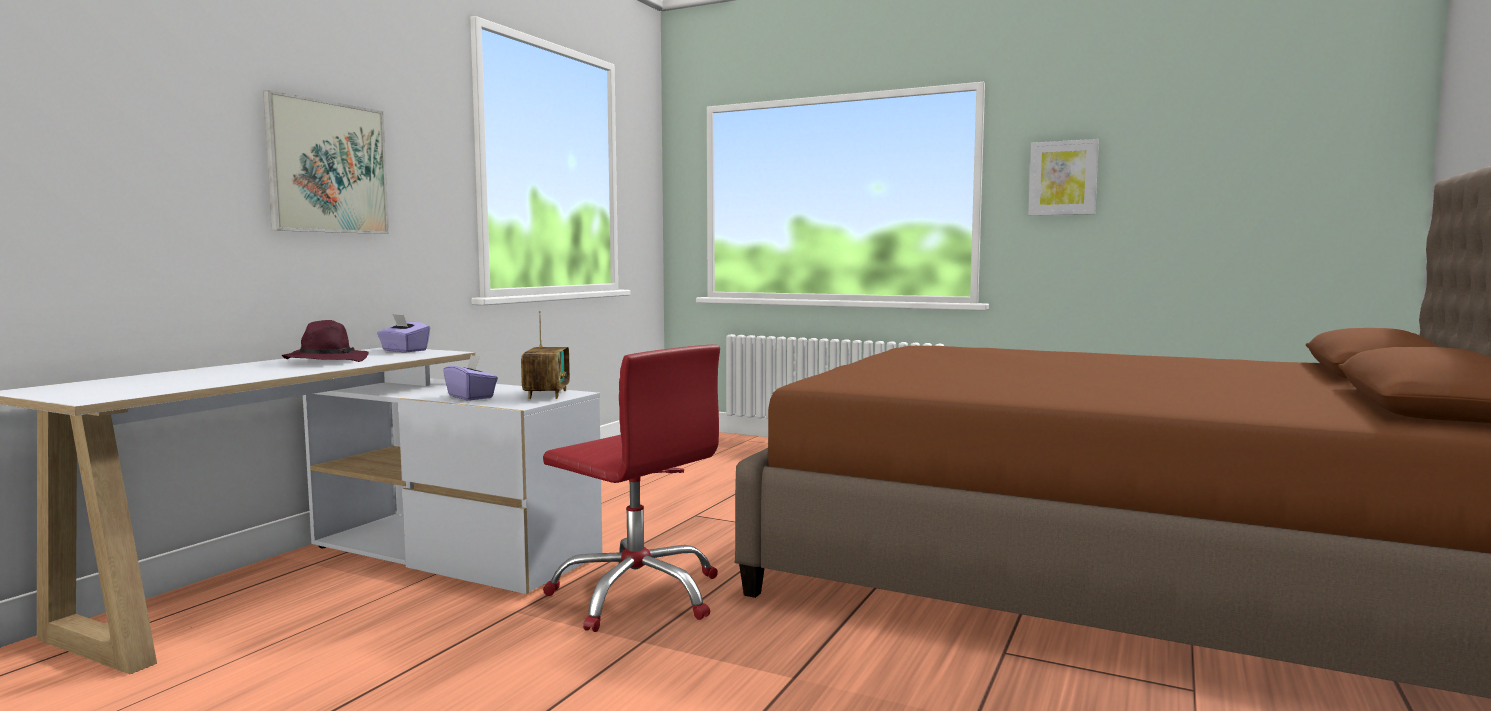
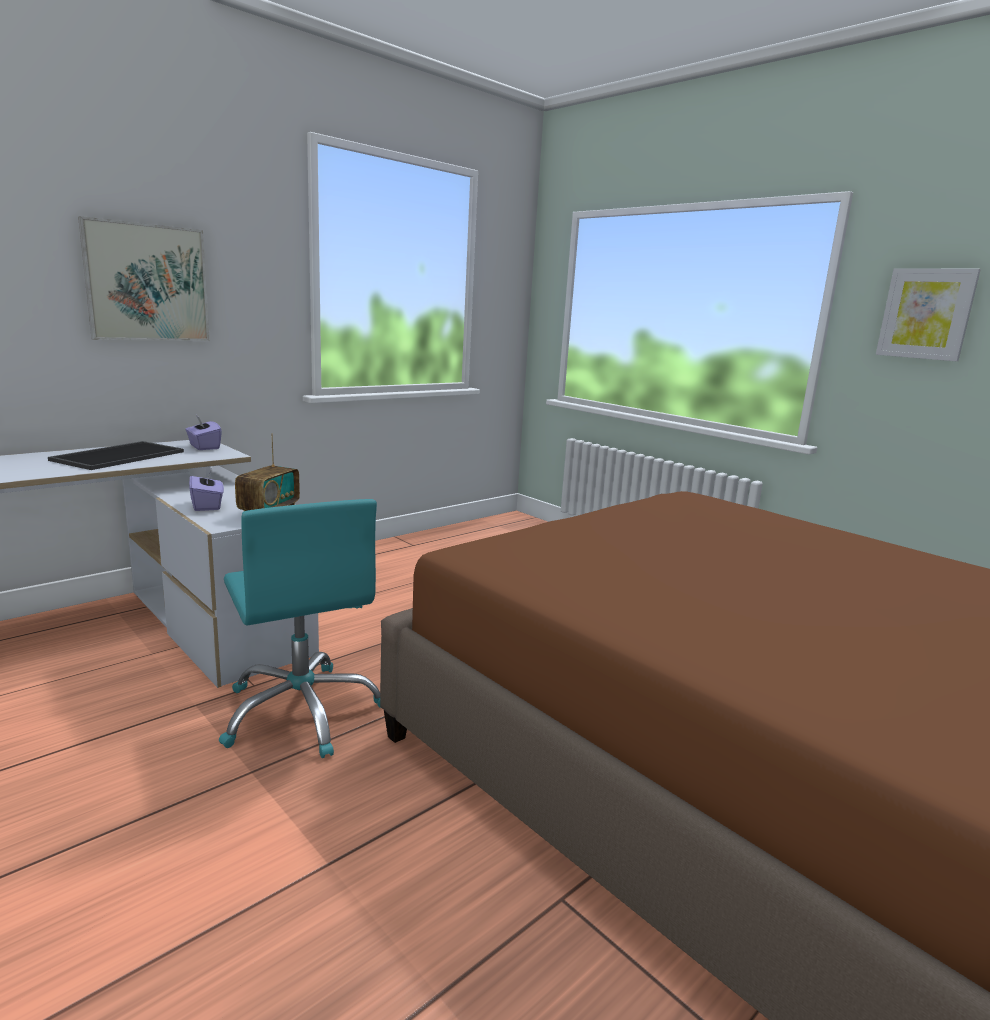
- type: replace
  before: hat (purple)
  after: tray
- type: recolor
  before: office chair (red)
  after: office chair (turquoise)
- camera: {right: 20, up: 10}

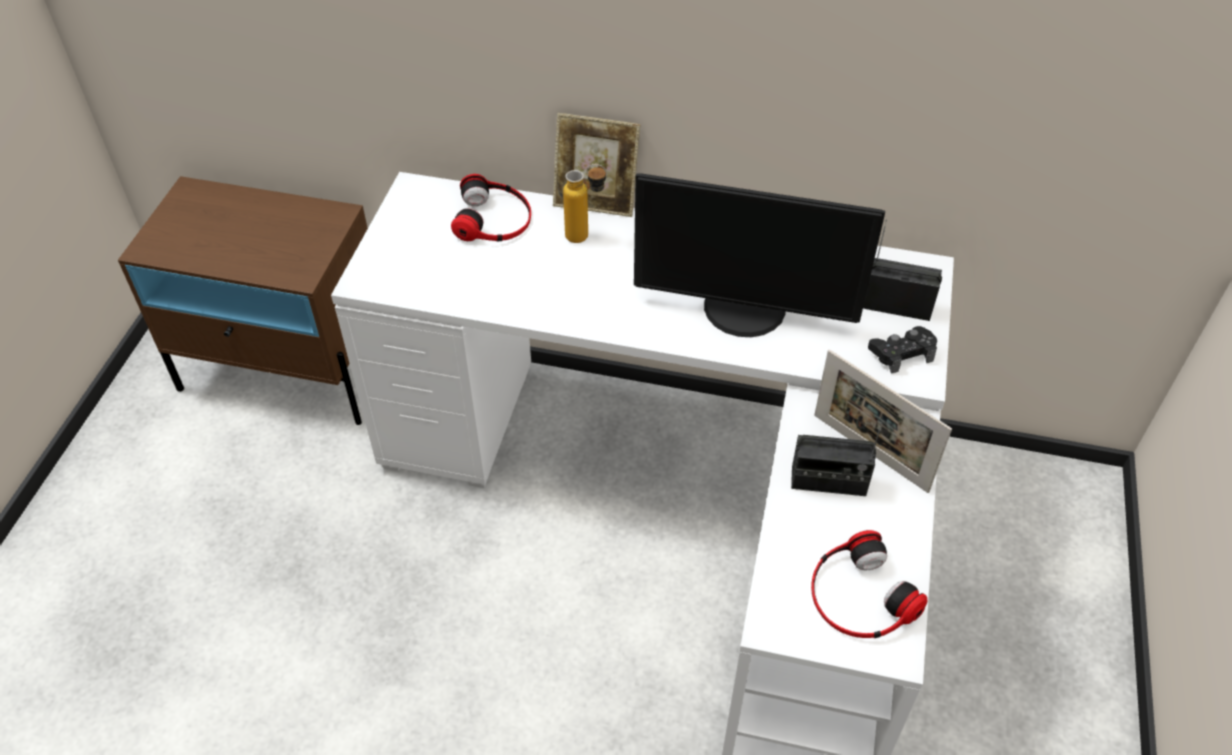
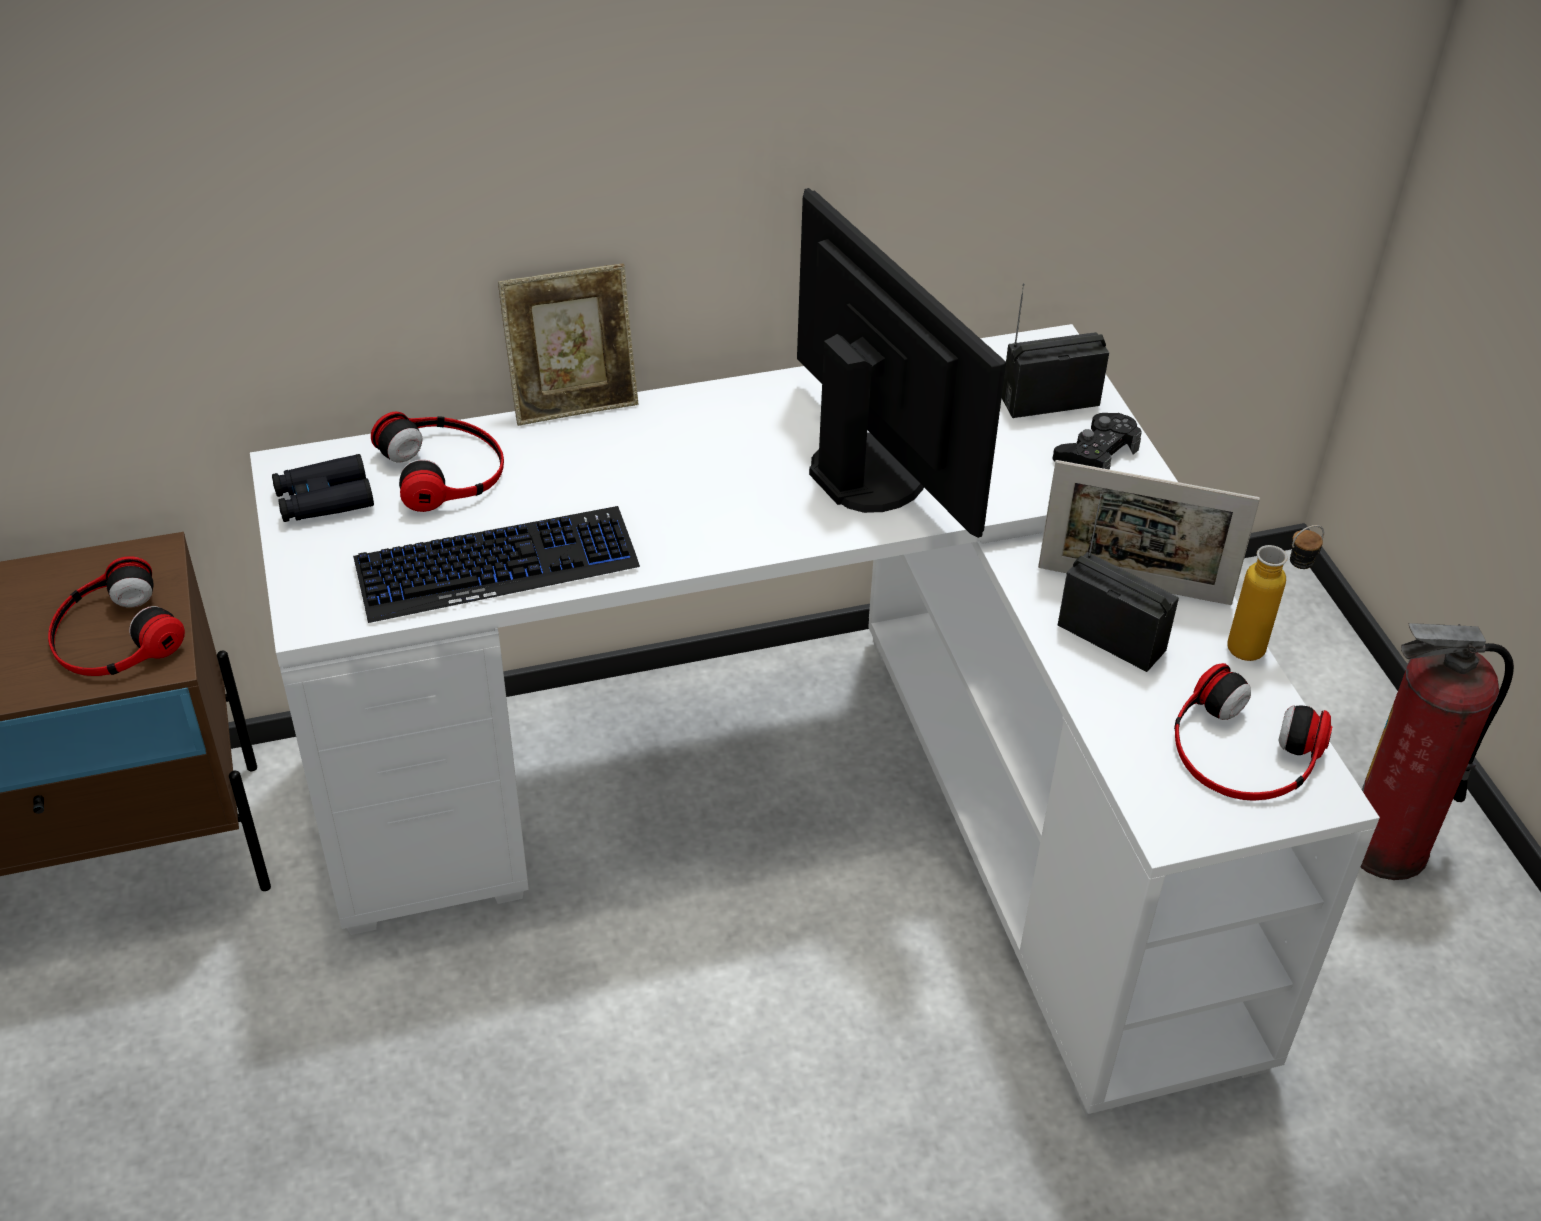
- type: insert
  after: headphones (1st from left)
- type: insert
  after: binoculars (black)
- type: insert
  after: keyboard
- type: insert
  after: fire extinguisher
- type: move
  before: bottle
- type: rotate
  before: monitor
  turn: -105
- type: rotate
  before: radio (1st from left in the first image)
  turn: -120
- camera: {right: -30, up: -5}

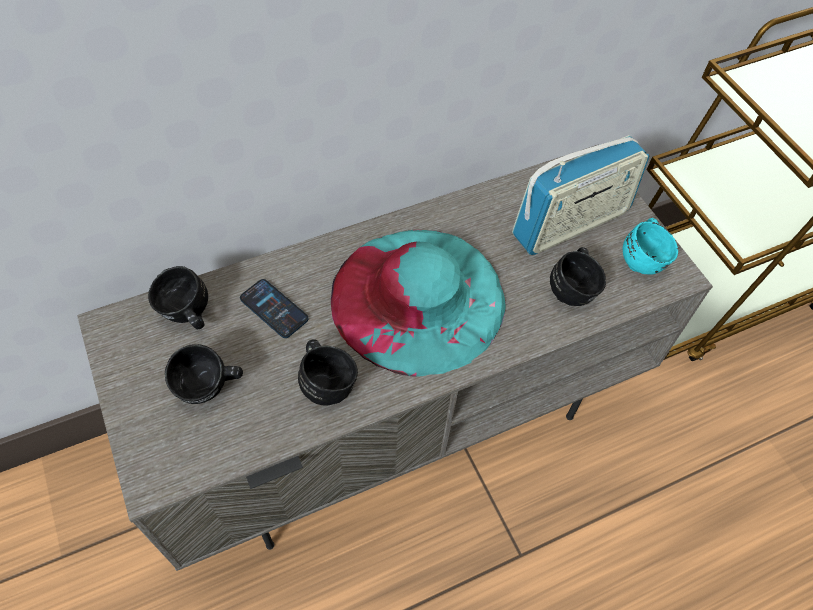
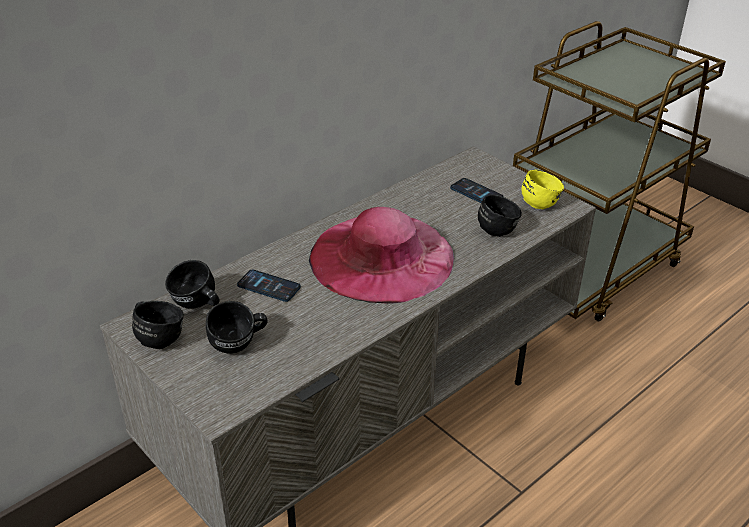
- type: move
  before: mug (black) (3rd from left in the first image)
  after: mug (black) (1st from left)
- type: replace
  before: radio
  after: phone (2nd from left)
- type: recolor
  before: hat (turquoise)
  after: hat (pink)
- type: recolor
  before: mug (turquoise)
  after: mug (yellow)
- camera: {right: -15, up: -20}

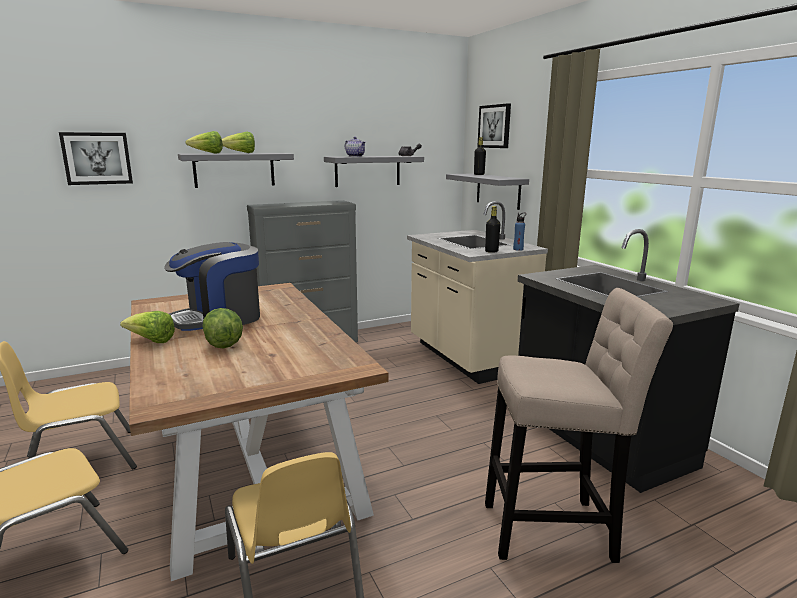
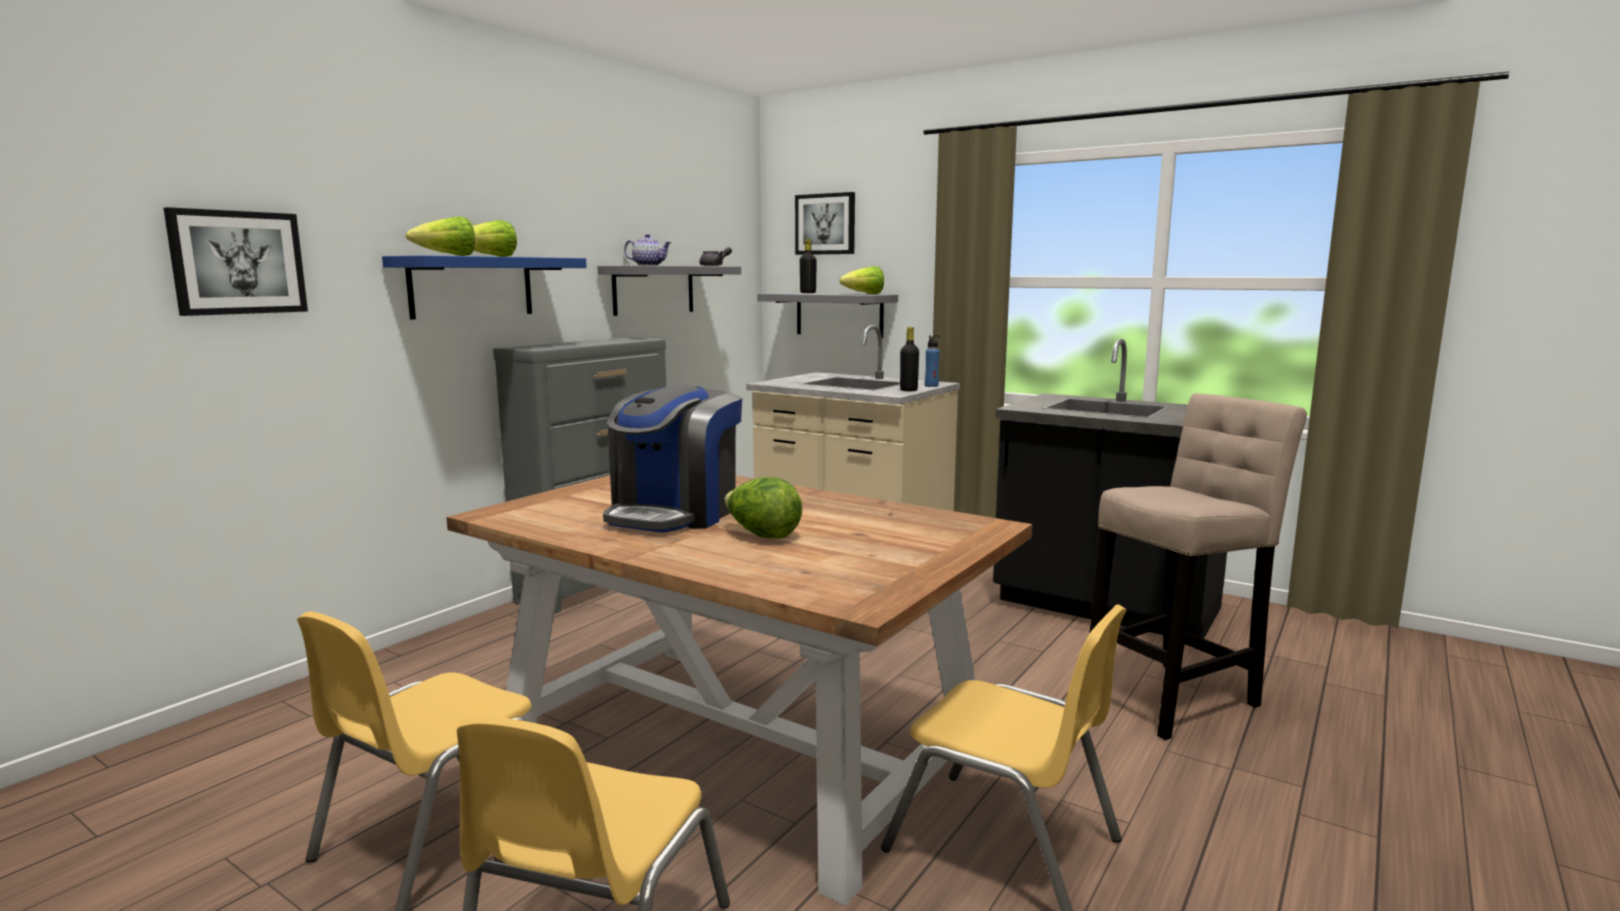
- type: move
  before: lettuce (1st from left in the first image)
  after: lettuce (4th from left)
- type: recolor
  before: shelf (grey) (1st from left)
  after: shelf (blue)
- camera: {right: -30, up: -5}

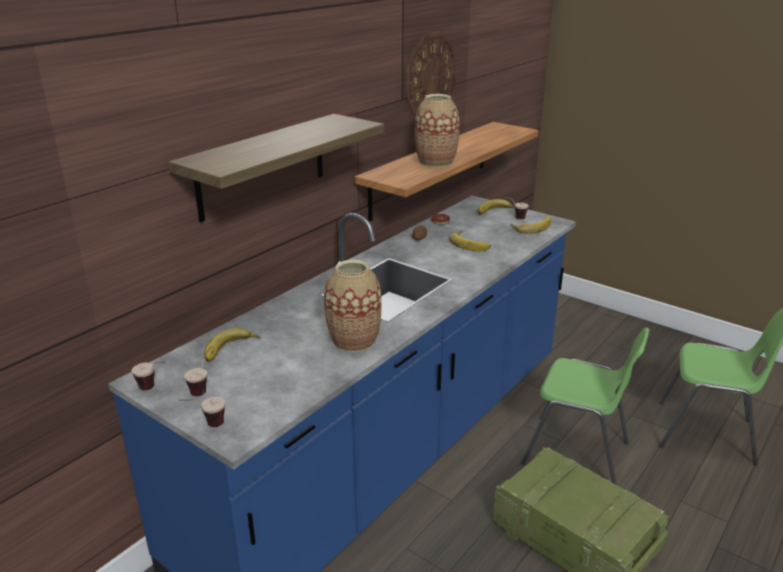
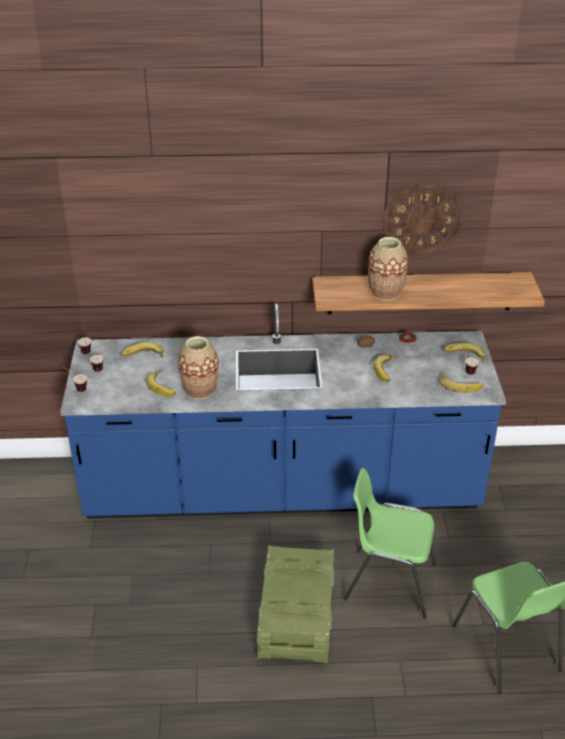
- type: delete
  before: shelf (1st from left)
- type: insert
  after: banana (2nd from left)
- type: rotate
  before: chair (green) (1st from left)
  turn: 120
- camera: {right: 50, up: 10}

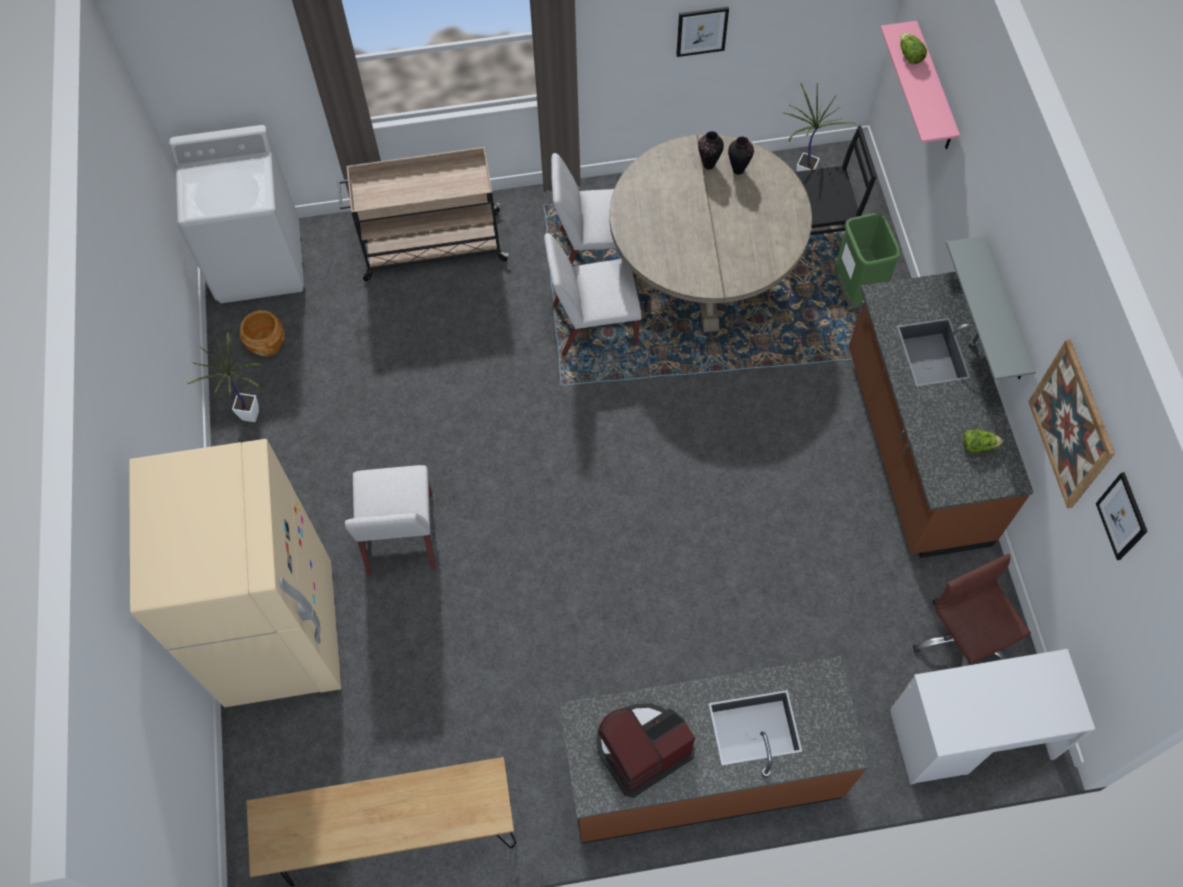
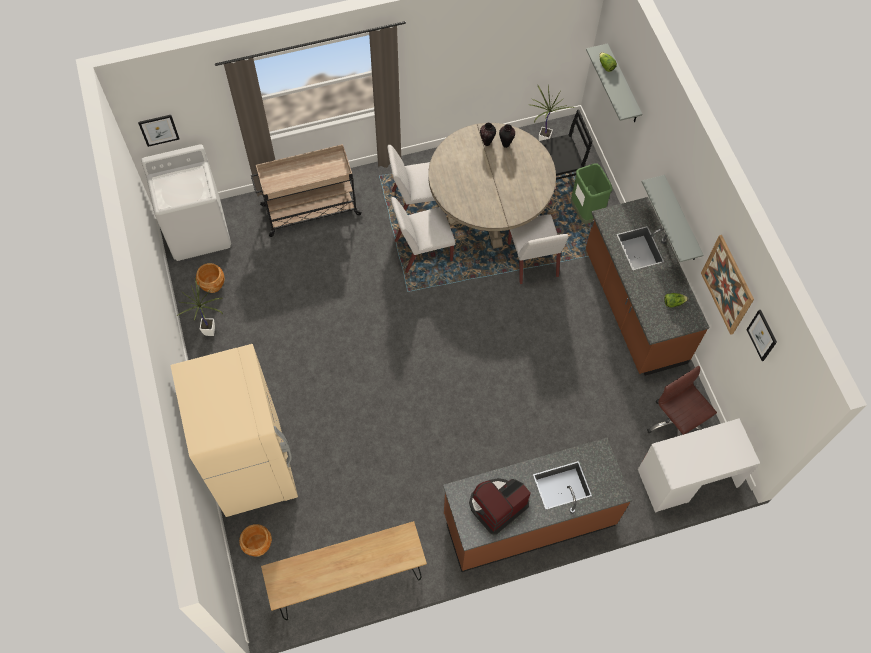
- type: insert
  after: planter (brown) (2nd from left)
- type: move
  before: chair (white) (1st from left in the first image)
  after: chair (white) (3rd from left)
- type: move
  before: picture (1st from left)
- type: recolor
  before: shelf (pink)
  after: shelf (grey) (1st from left)
- camera: {right: -10, up: 0}

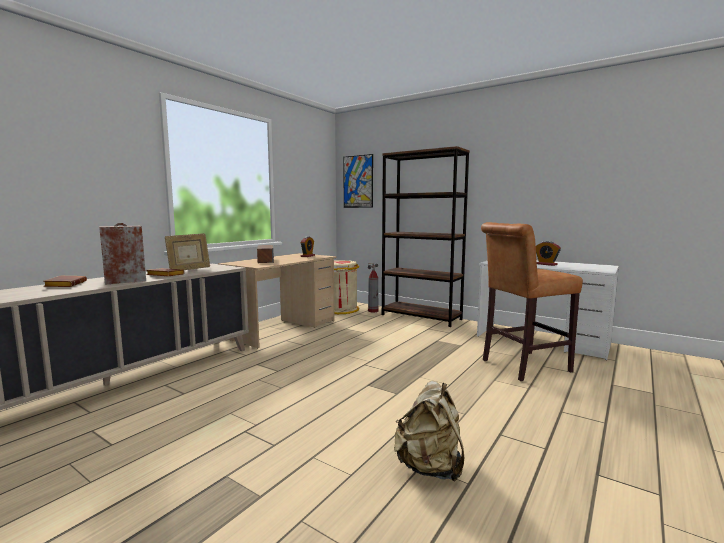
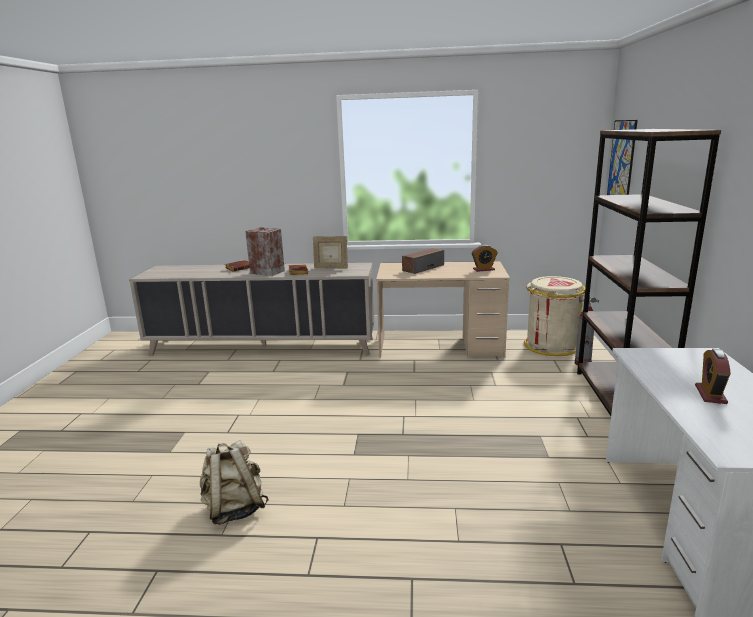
- type: delete
  before: stool (brown)
- camera: {right: 60, up: 10}

